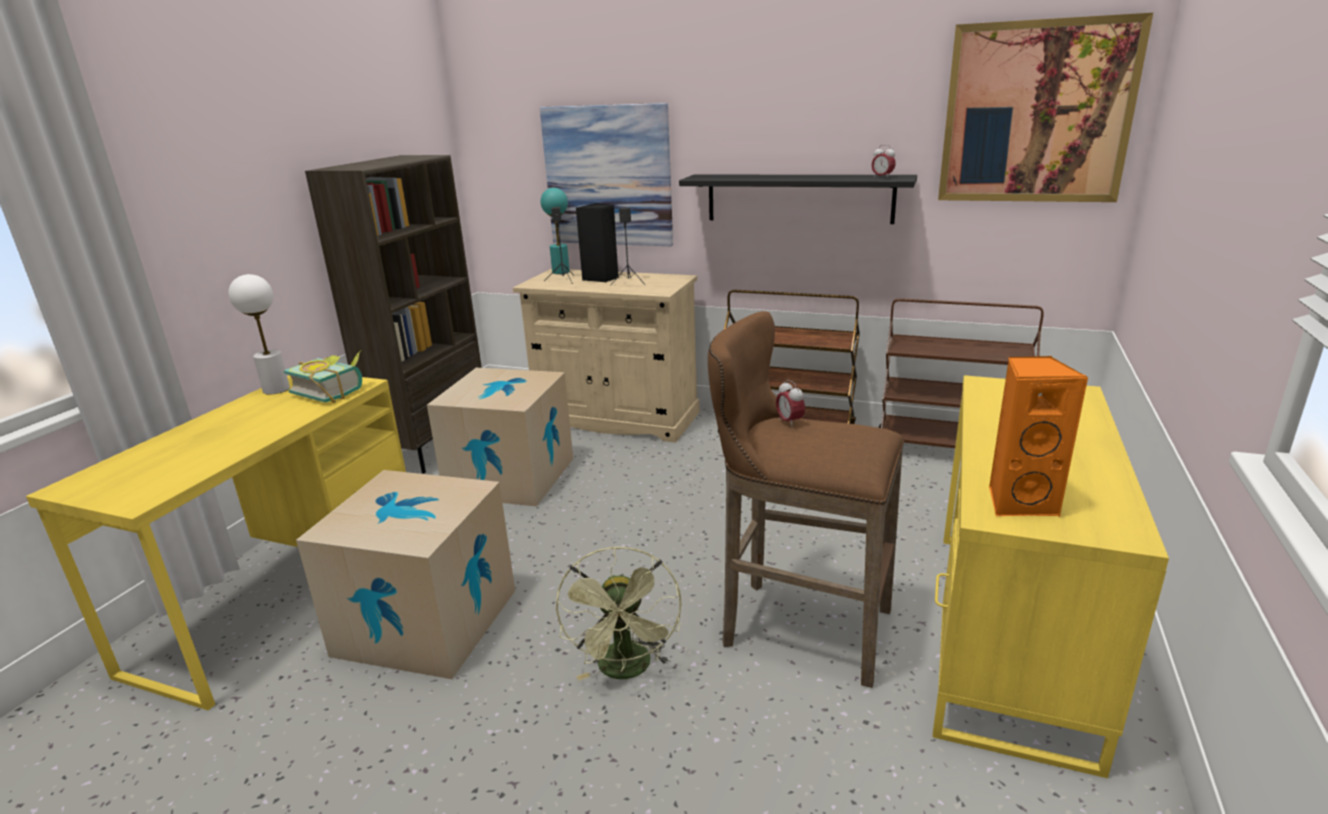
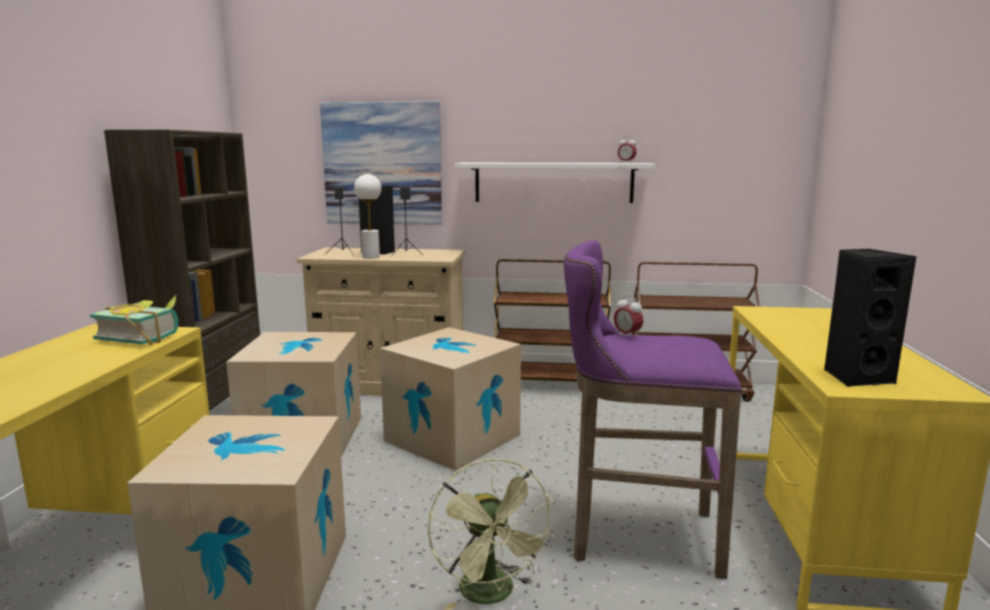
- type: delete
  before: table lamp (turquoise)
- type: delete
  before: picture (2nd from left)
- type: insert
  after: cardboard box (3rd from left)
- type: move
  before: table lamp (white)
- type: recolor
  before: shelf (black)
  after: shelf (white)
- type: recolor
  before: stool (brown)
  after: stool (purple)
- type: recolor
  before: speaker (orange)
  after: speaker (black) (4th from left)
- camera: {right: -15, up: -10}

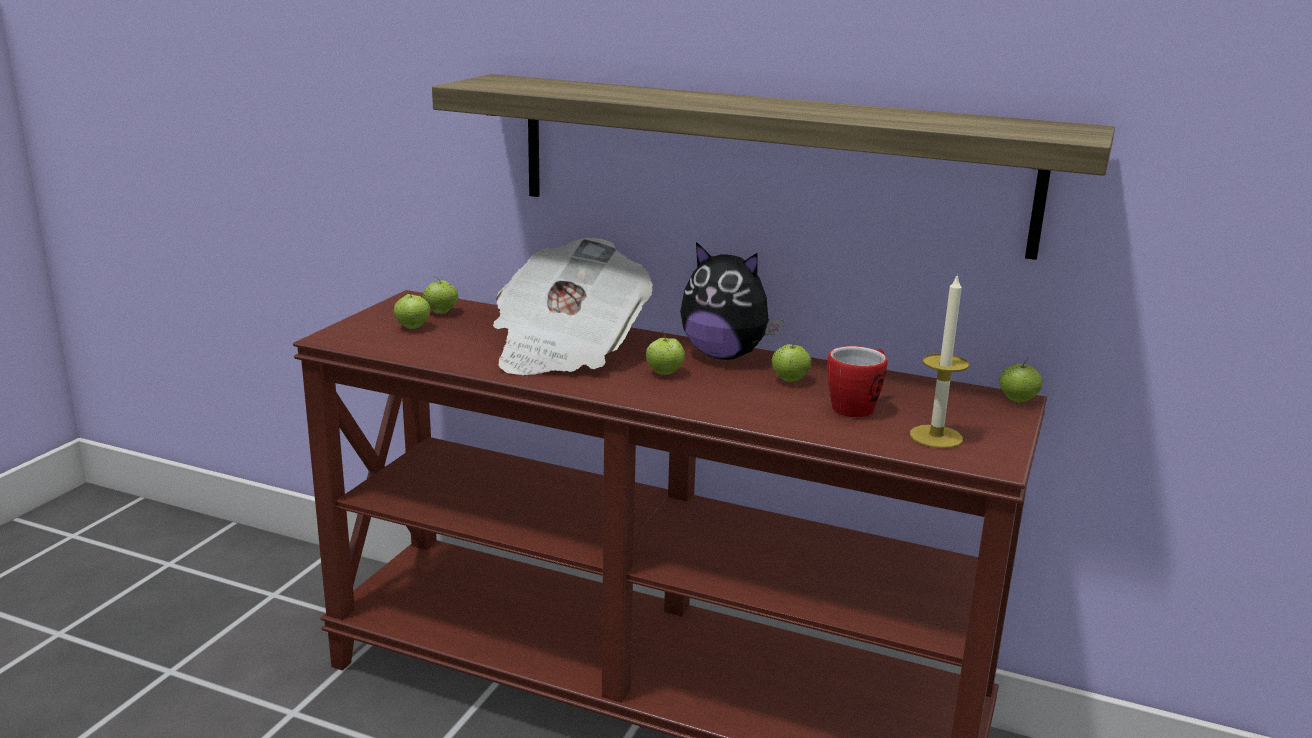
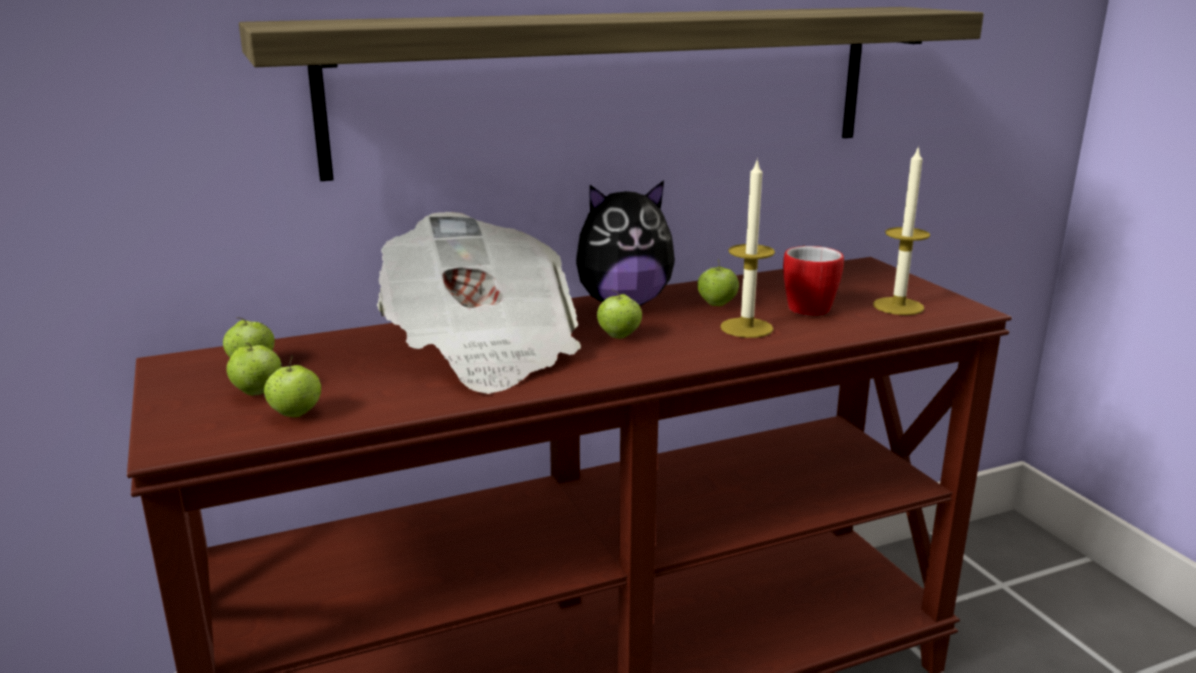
- type: insert
  after: candle (1st from left)
- type: move
  before: apple (5th from left in the first image)
  after: apple (3rd from left)
- camera: {right: -45, up: 0}

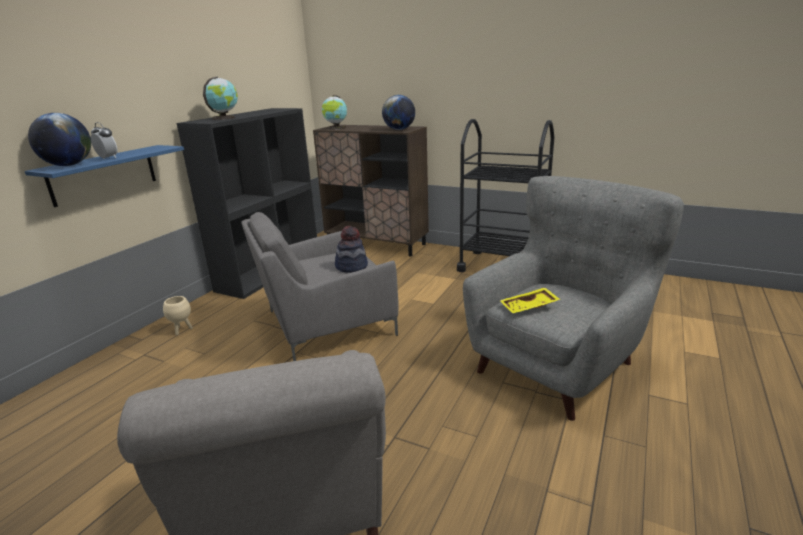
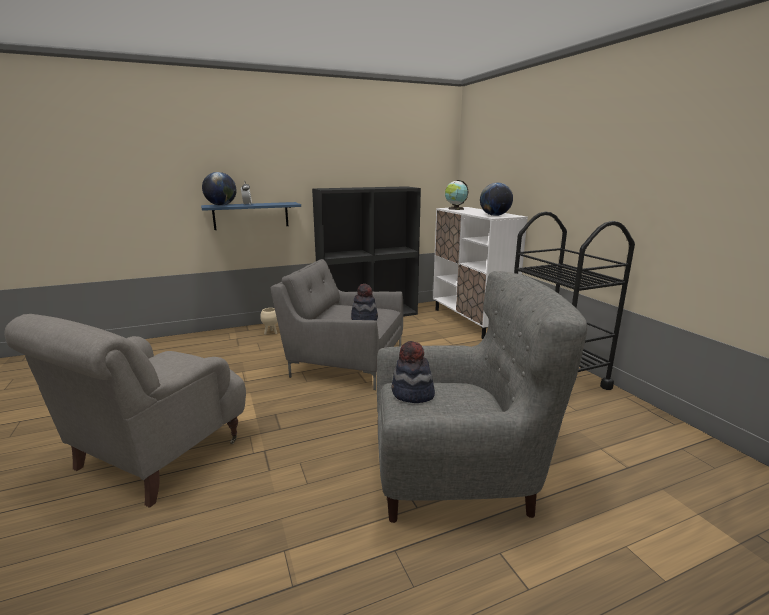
- type: delete
  before: globe (2nd from left)
- type: replace
  before: tray (yellow)
  after: hat (2nd from left)
- type: recolor
  before: cabinet (brown)
  after: cabinet (white)
- camera: {right: 40, up: -5}

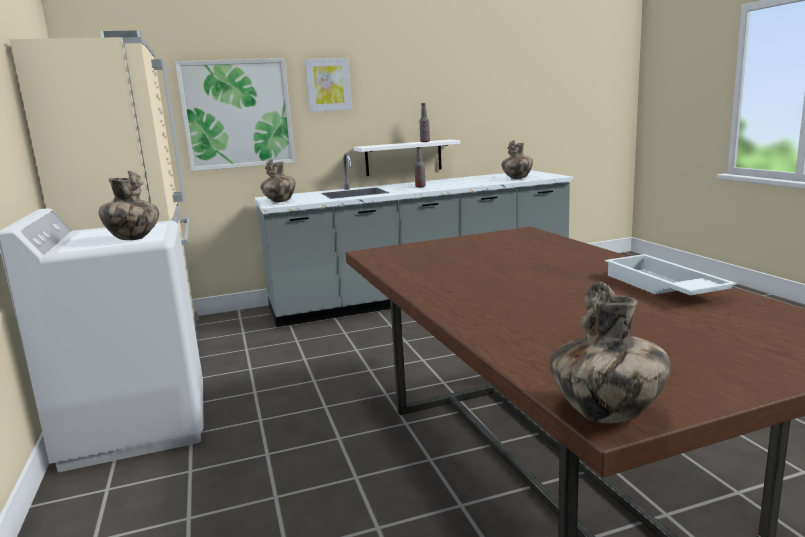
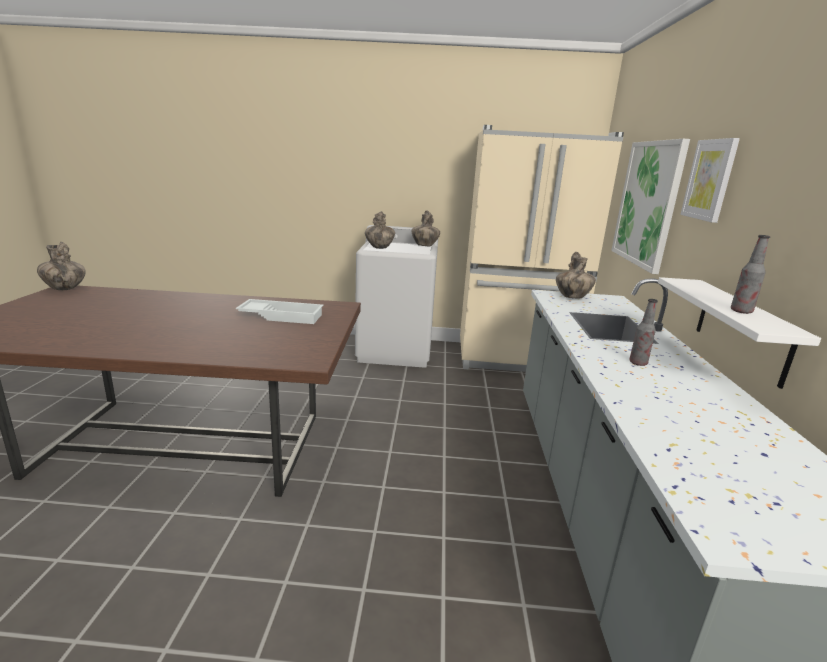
- type: move
  before: vase (3rd from left)
- type: move
  before: tray (white)
- camera: {right: 110, up: 5}

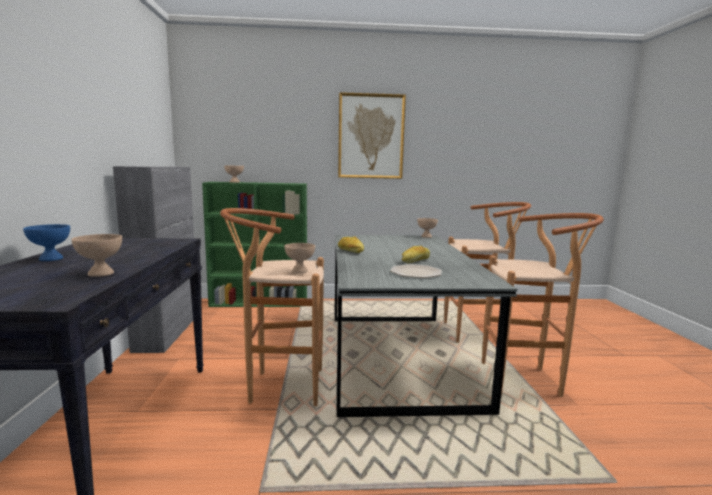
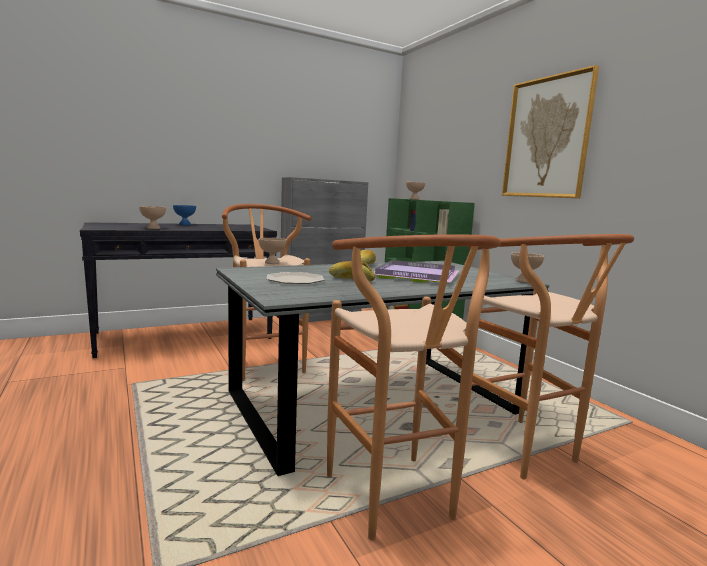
- type: insert
  after: tray (purple)
- camera: {right: 65, up: 0}

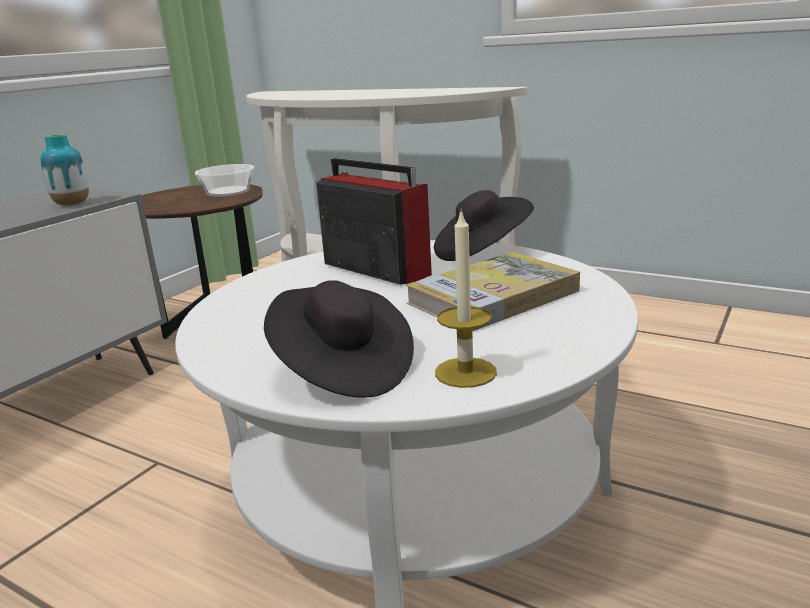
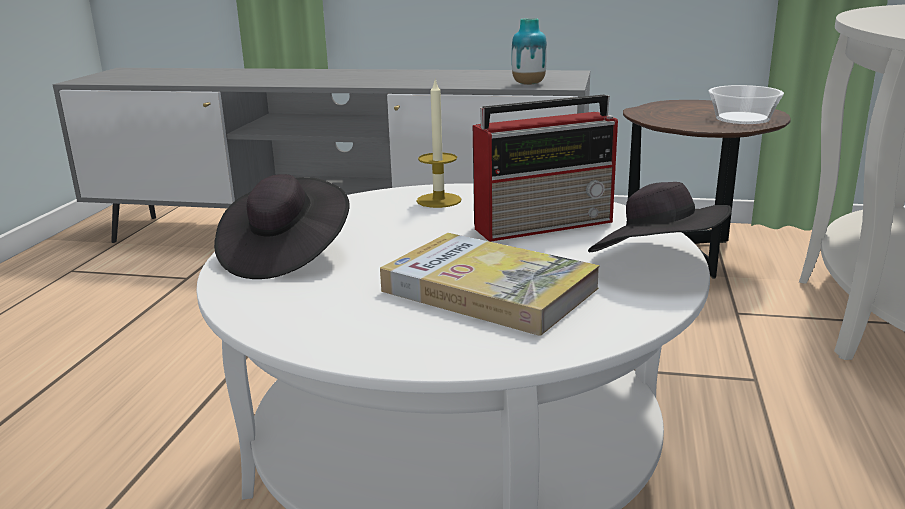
- type: move
  before: candle
- type: rotate
  before: radio
  turn: 45
- camera: {right: 70, up: 0}

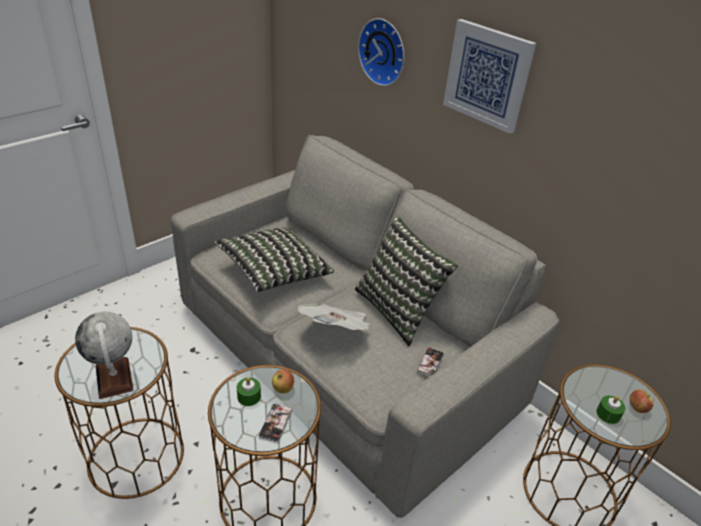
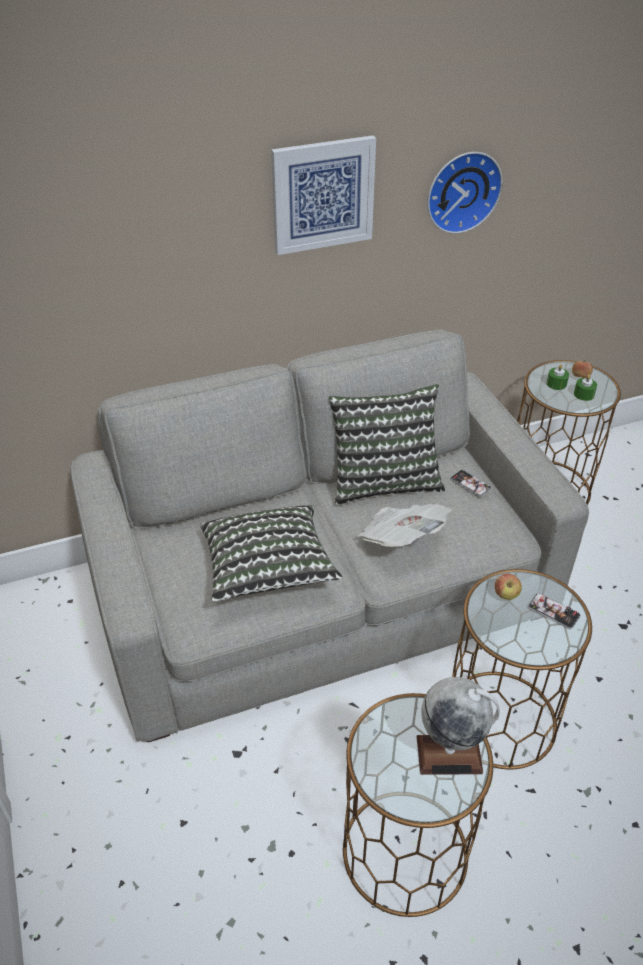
- type: move
  before: candle (green) (1st from left)
- type: move
  before: wall clock
- camera: {right: -65, up: 5}

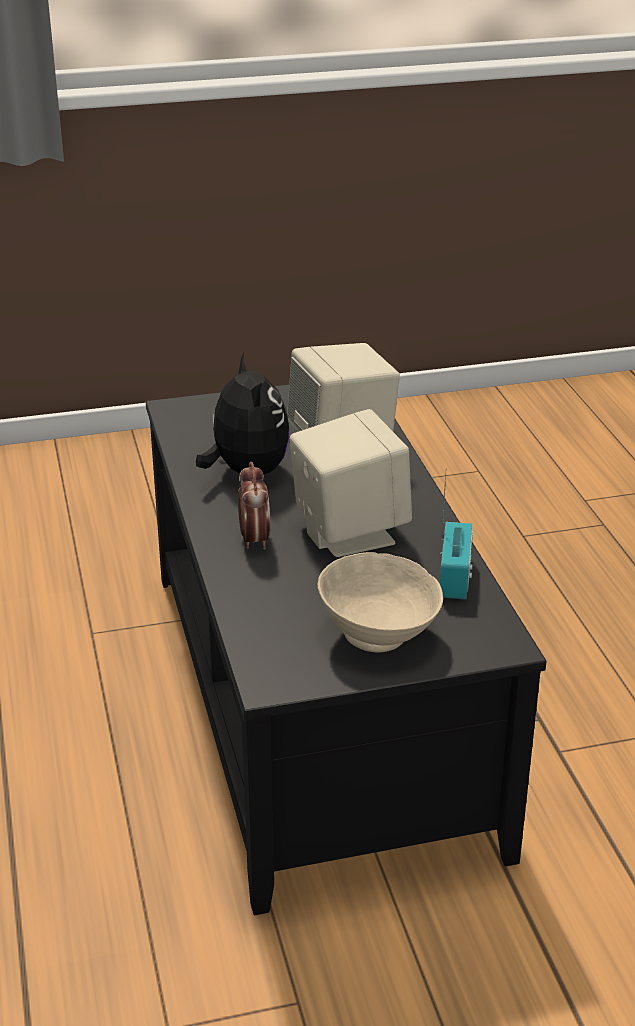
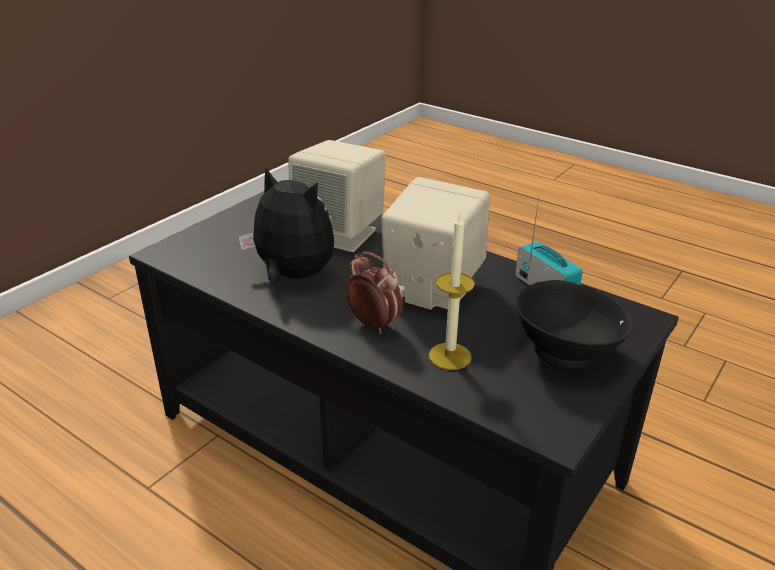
- type: insert
  after: candle
- type: recolor
  before: bowl (beige)
  after: bowl (black)
- camera: {right: -40, up: 0}

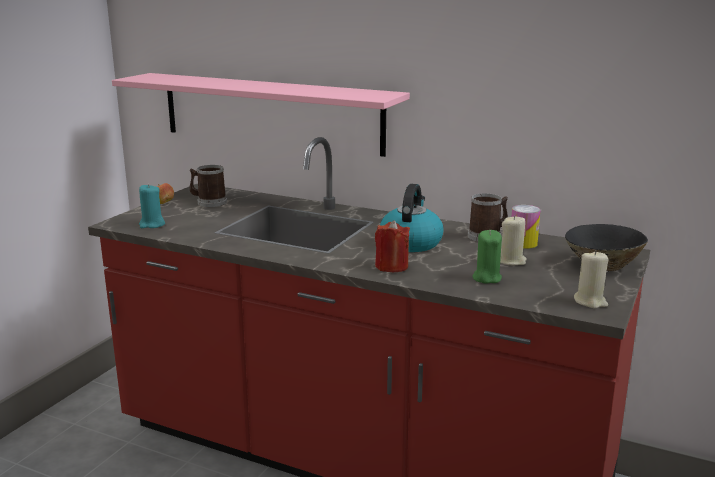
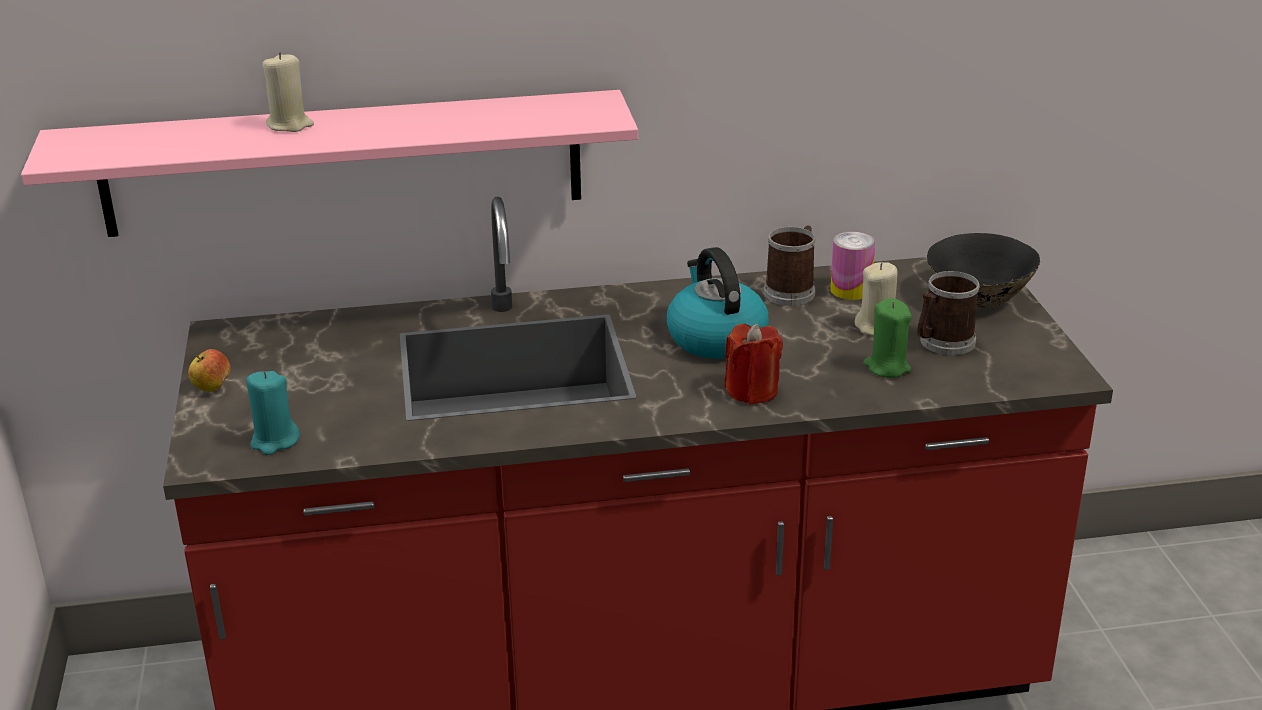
- type: move
  before: mug (1st from left in the first image)
  after: mug (2nd from left)
- type: move
  before: candle (beige) (2nd from left in the first image)
  after: candle (beige) (1st from left)
- camera: {right: -35, up: 10}

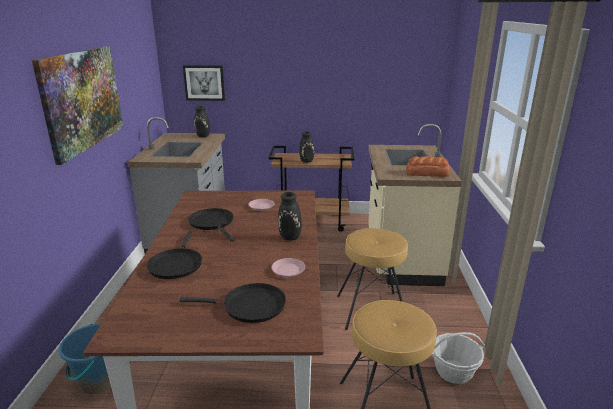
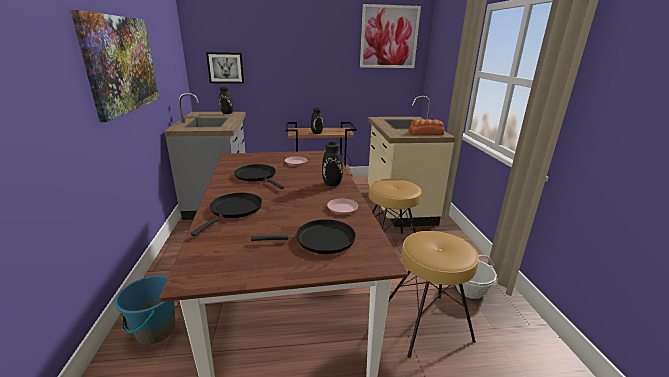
- type: insert
  after: picture (3rd from left)
- type: rotate
  before: frying pan (black) (1st from left)
  turn: -150
- camera: {right: -10, up: 0}

